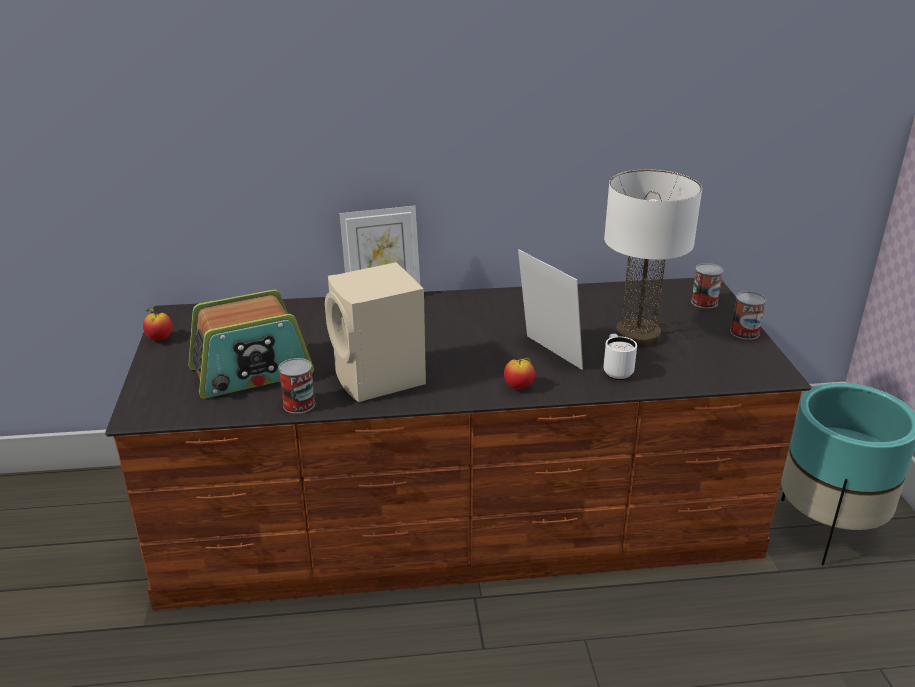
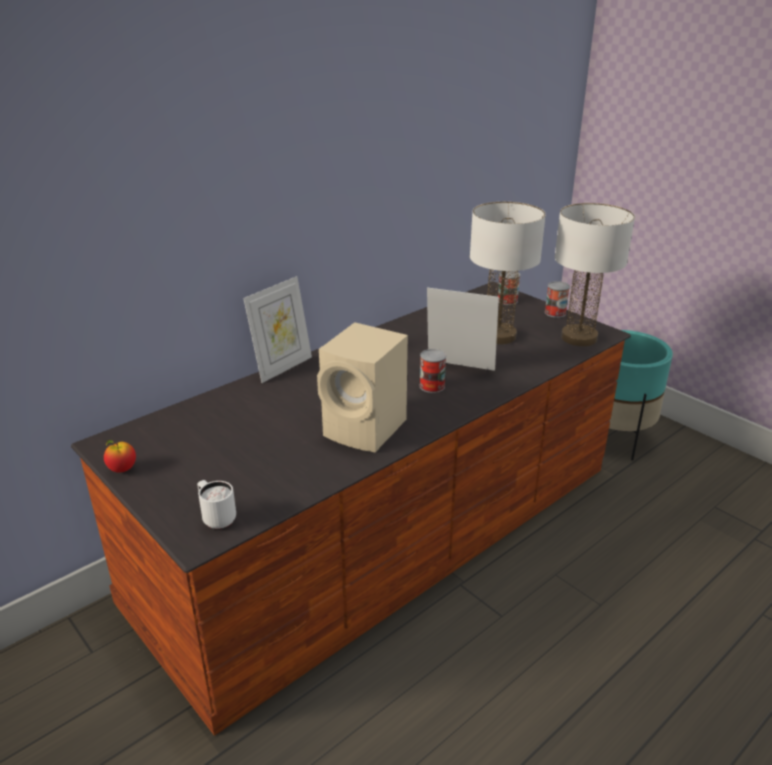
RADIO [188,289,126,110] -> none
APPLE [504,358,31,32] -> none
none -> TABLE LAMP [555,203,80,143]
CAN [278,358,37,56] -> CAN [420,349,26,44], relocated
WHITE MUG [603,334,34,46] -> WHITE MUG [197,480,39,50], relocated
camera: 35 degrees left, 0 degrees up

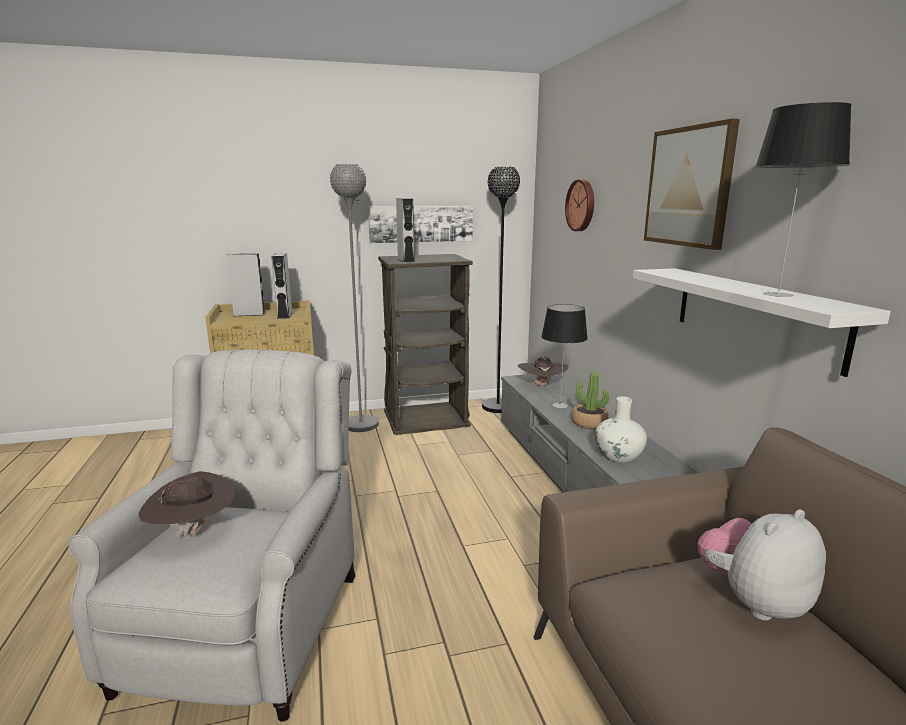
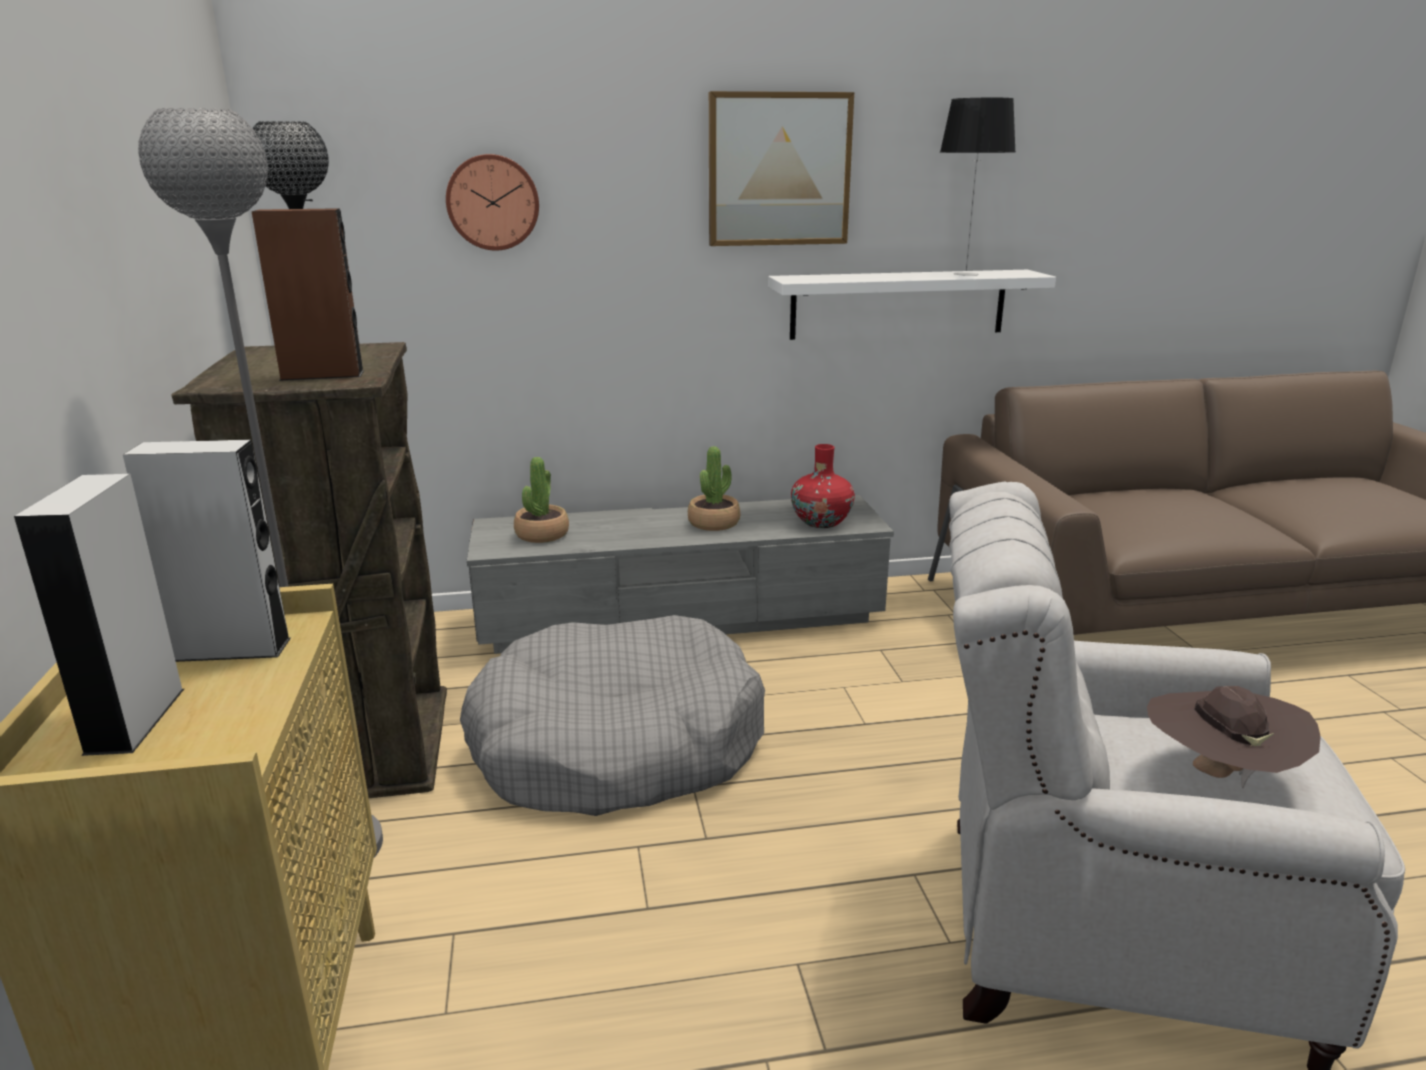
PICTURE [368,206,105,37] -> none
TABLE LAMP [541,304,46,104] -> none
PLUSH TOY [697,509,129,112] -> none
none -> GREY DOG BED [460,615,305,201]
BROWN HAT [517,356,52,30] -> POTTED PLANT [514,457,55,86]
GREY SPEAKER [396,198,19,64] -> BROWN SPEAKER [252,208,112,173]
WHITE VASE [595,396,52,67] -> RED VASE [791,444,64,84]
camera: 85 degrees left, 5 degrees up

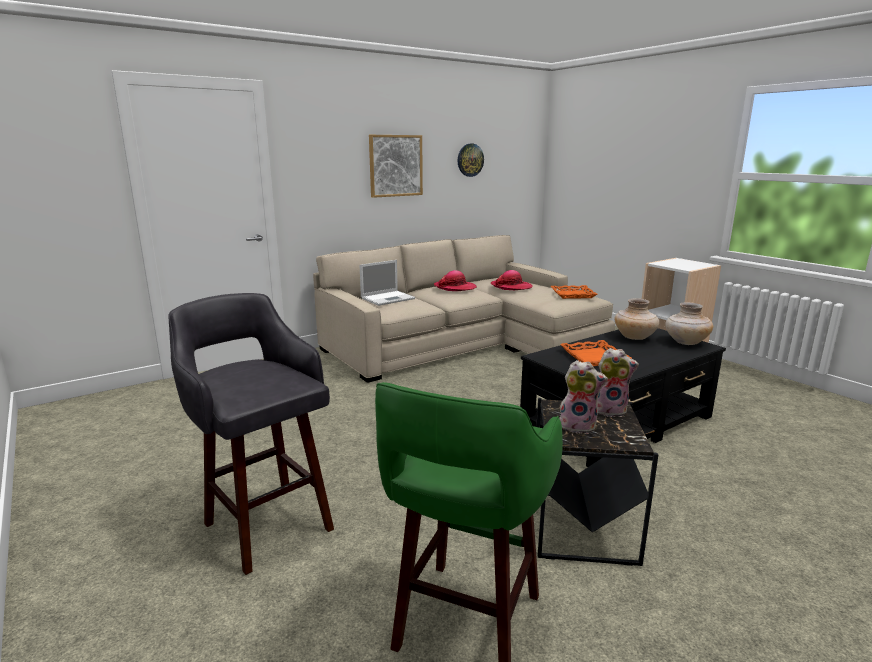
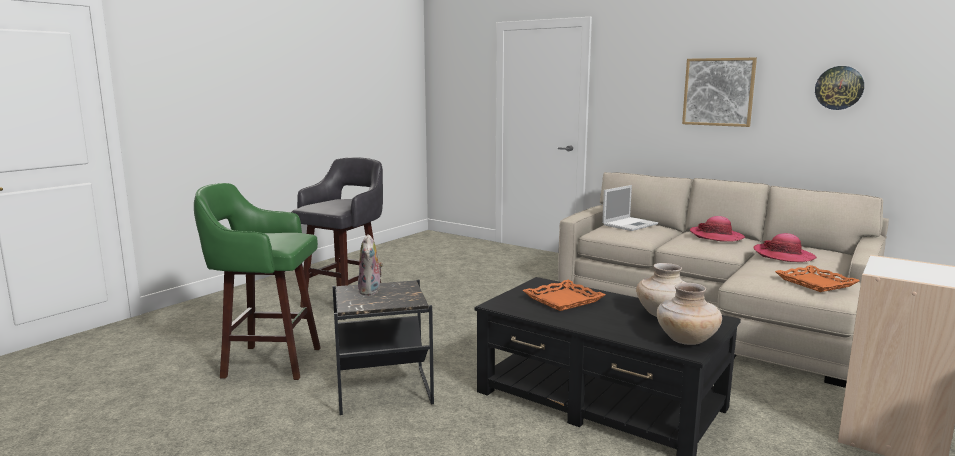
PLUSH TOY [597,348,42,69] -> none
LAPTOP [360,260,55,46] -> LAPTOP [602,185,56,46], 75 degrees counterclockwise
camera: 70 degrees right, 5 degrees down

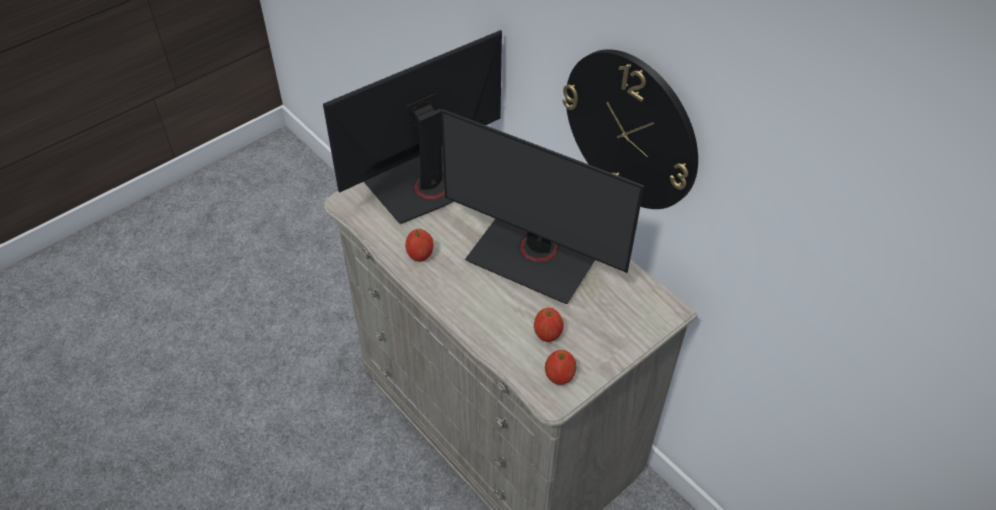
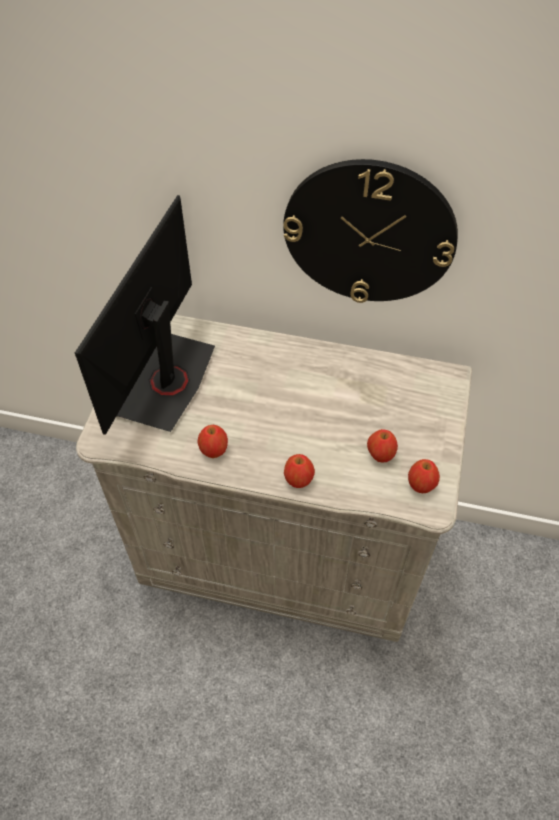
MONITOR [441,109,203,195] -> none
none -> APPLE [284,454,31,34]
camera: 35 degrees left, 5 degrees up

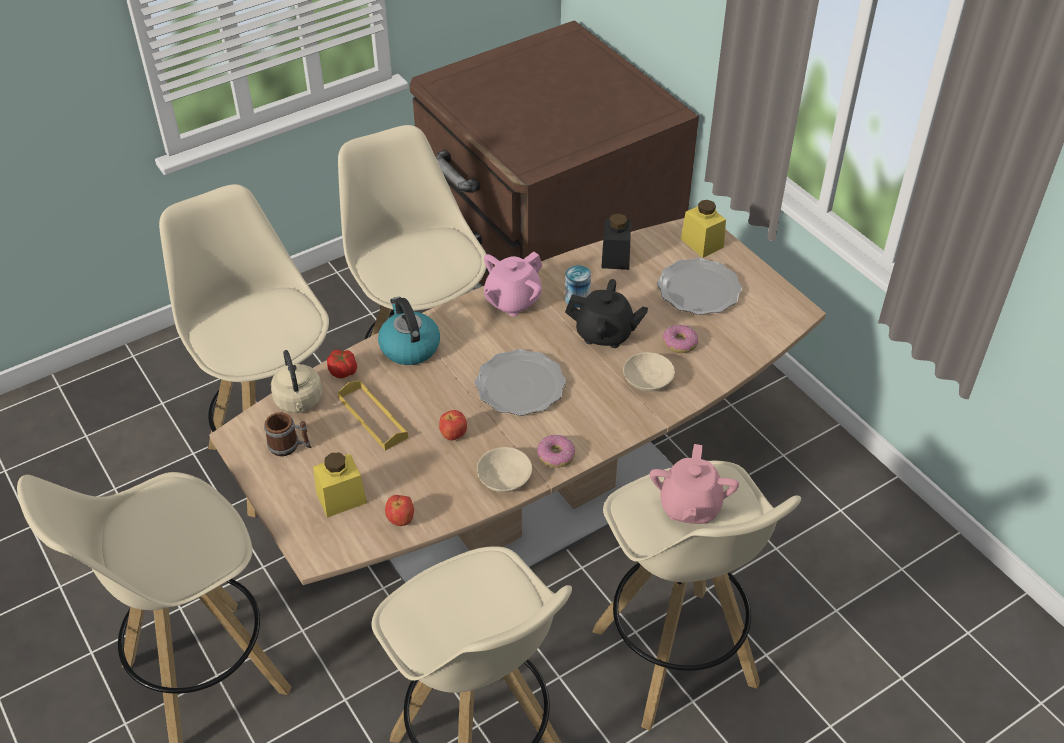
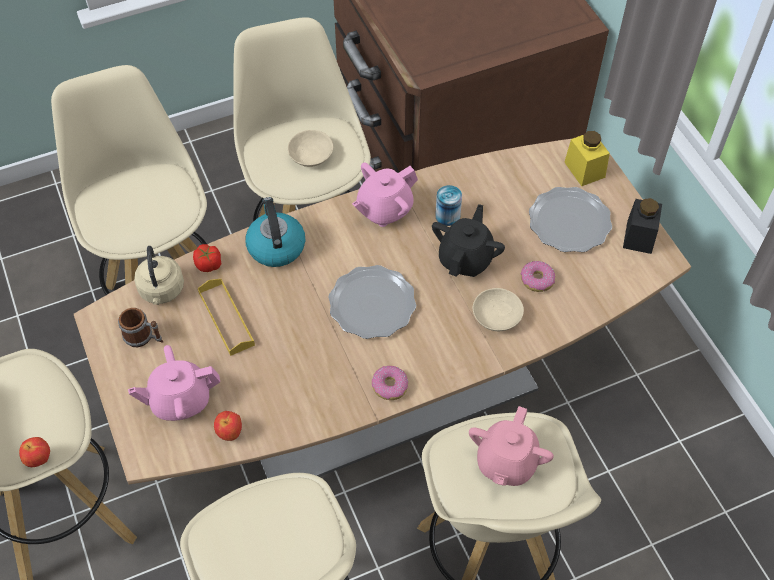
APPLE [439,410,28,31] -> APPLE [19,437,31,30], relocated
BEIGE BOWL [477,447,55,46] -> BEIGE BOWL [288,130,45,37], relocated
BLACK JAR [601,213,30,57] -> BLACK JAR [623,198,39,56], relocated
YELLOW JAR [313,453,54,65] -> PINK TEAPOT [128,345,92,76]
BLACK TEAPOT [565,279,83,69] -> BLACK TEAPOT [432,204,73,73], 90 degrees counterclockwise
camera: 10 degrees right, 10 degrees up

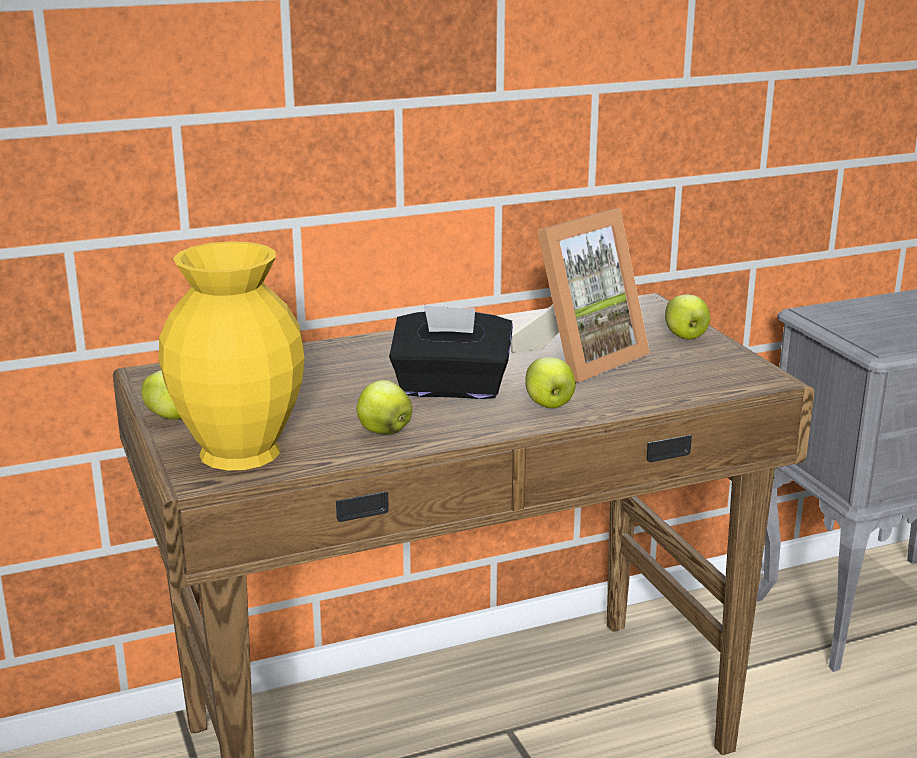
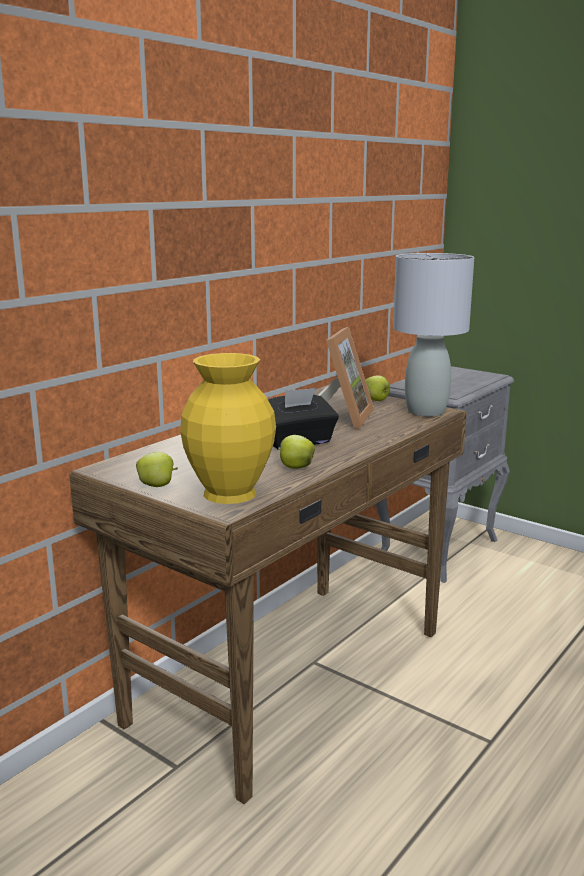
APPLE [525,357,51,51] -> none
none -> GREY TABLE LAMP [393,253,81,164]
camera: 30 degrees left, 5 degrees down

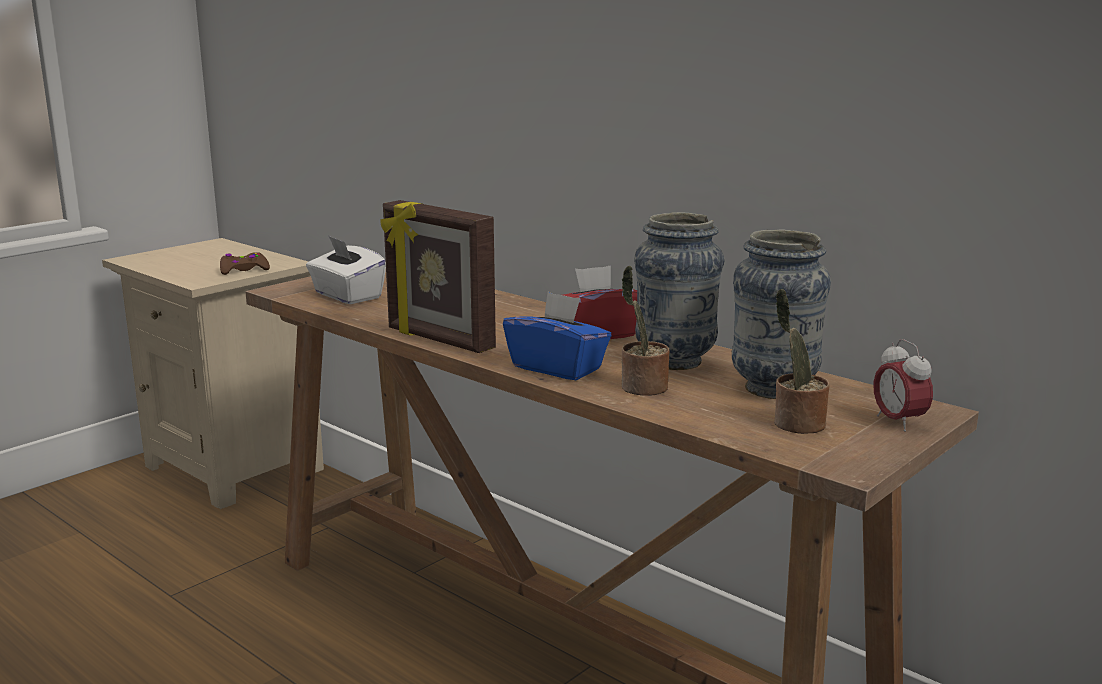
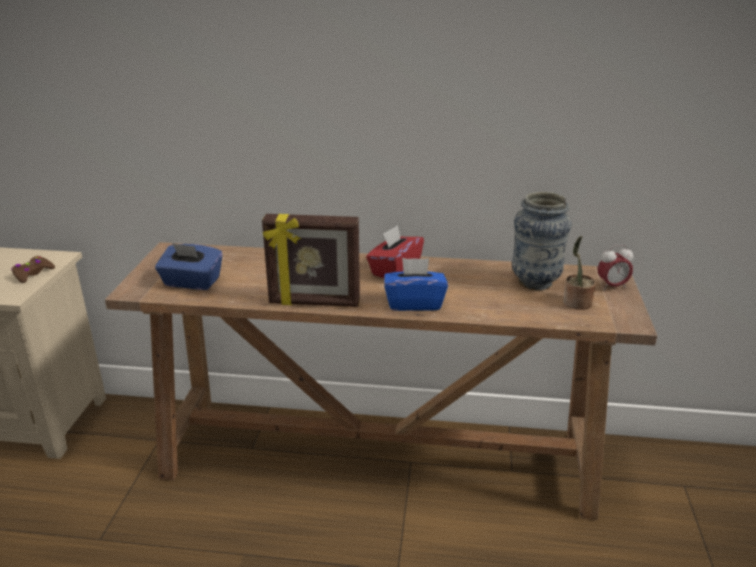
POTTED PLANT [622,266,48,130] -> none
VASE [634,212,91,158] -> none
WHITE TISSUE BOX [306,236,80,68] -> BLUE TISSUE BOX [155,243,68,47]
ALARM CLOCK [873,339,60,93] -> ALARM CLOCK [598,245,35,45], 45 degrees counterclockwise
camera: 35 degrees left, 10 degrees up

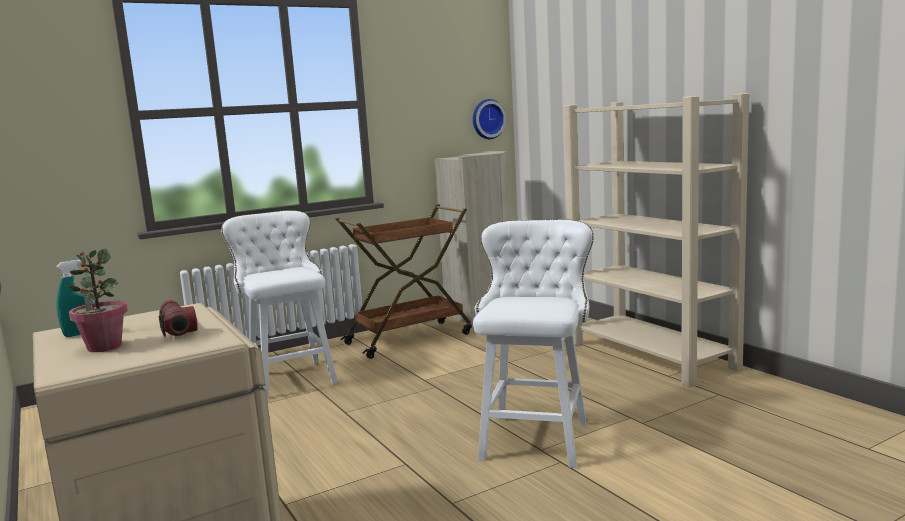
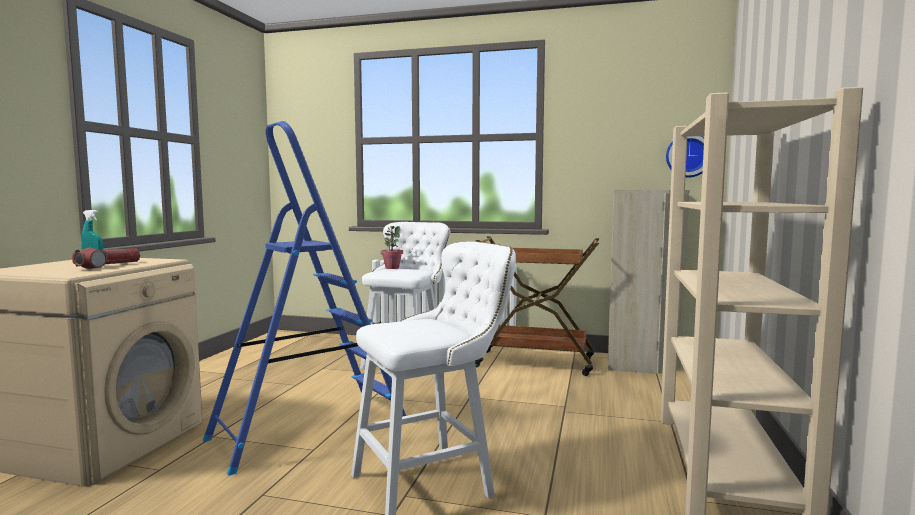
none -> BLUE STEP LADDER [203,121,203,355]
POTTED PLANT [67,249,60,103] -> POTTED PLANT [381,226,22,43], relocated
camera: 45 degrees right, 5 degrees down

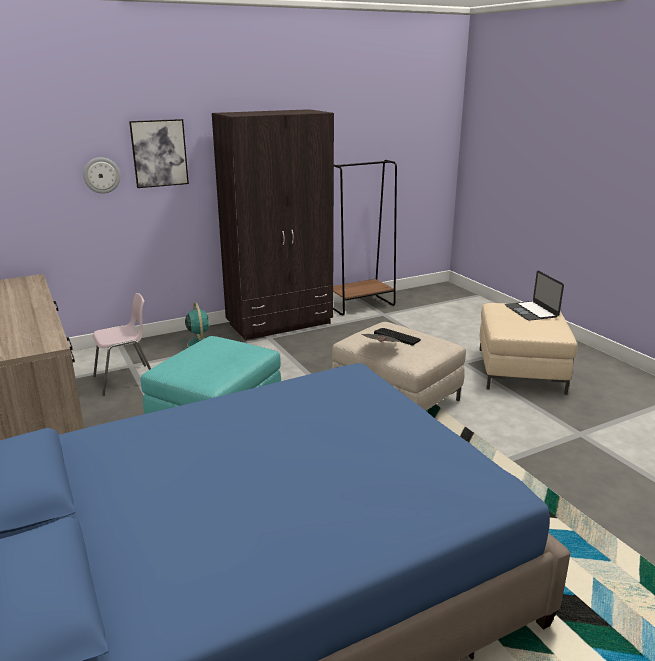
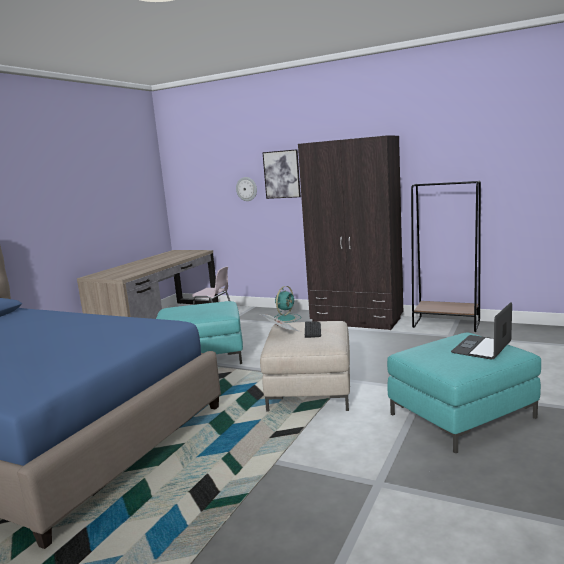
BEIGE OTTOMAN [480,303,97,92] -> TURQUOISE OTTOMAN [387,333,154,121]
camera: 55 degrees right, 10 degrees down

